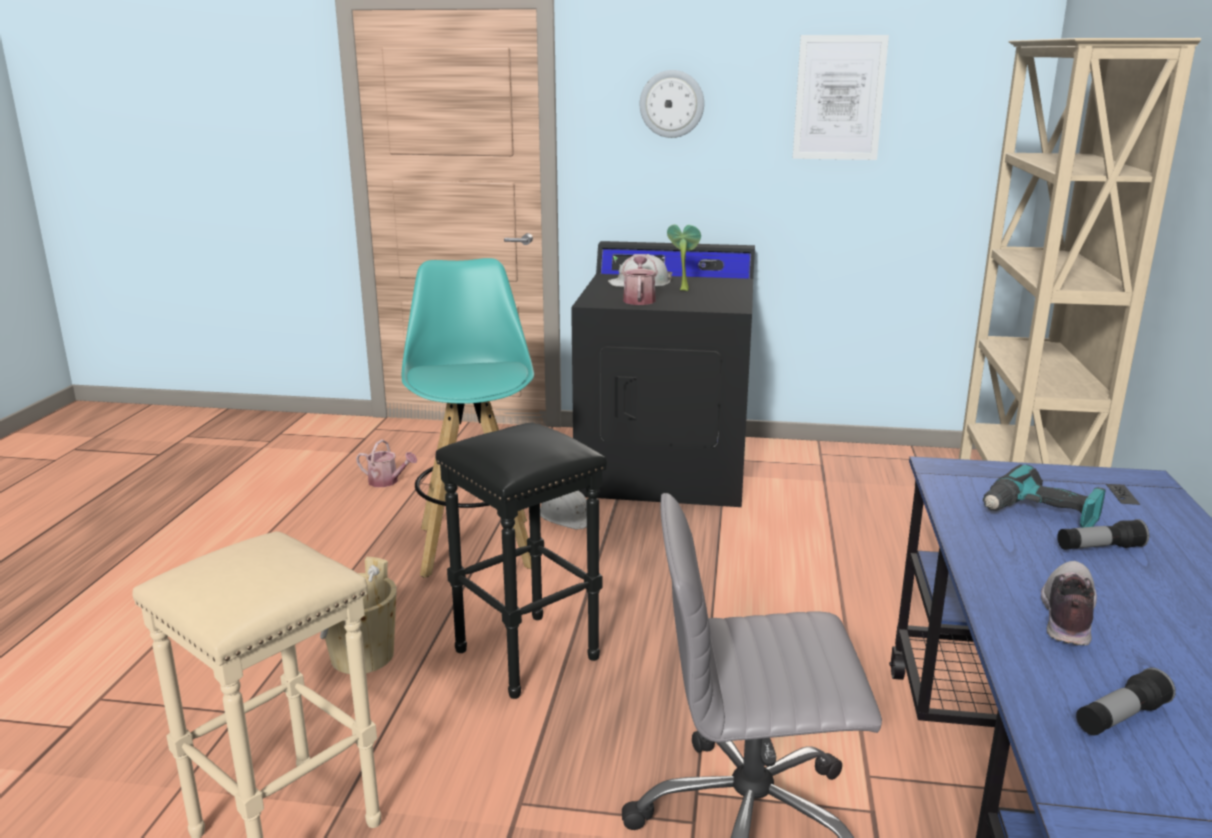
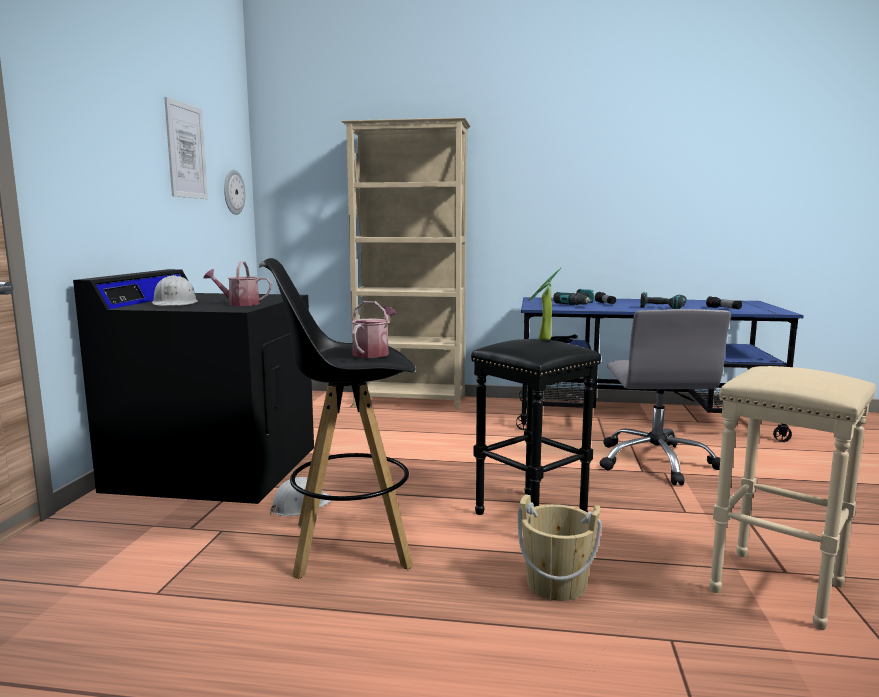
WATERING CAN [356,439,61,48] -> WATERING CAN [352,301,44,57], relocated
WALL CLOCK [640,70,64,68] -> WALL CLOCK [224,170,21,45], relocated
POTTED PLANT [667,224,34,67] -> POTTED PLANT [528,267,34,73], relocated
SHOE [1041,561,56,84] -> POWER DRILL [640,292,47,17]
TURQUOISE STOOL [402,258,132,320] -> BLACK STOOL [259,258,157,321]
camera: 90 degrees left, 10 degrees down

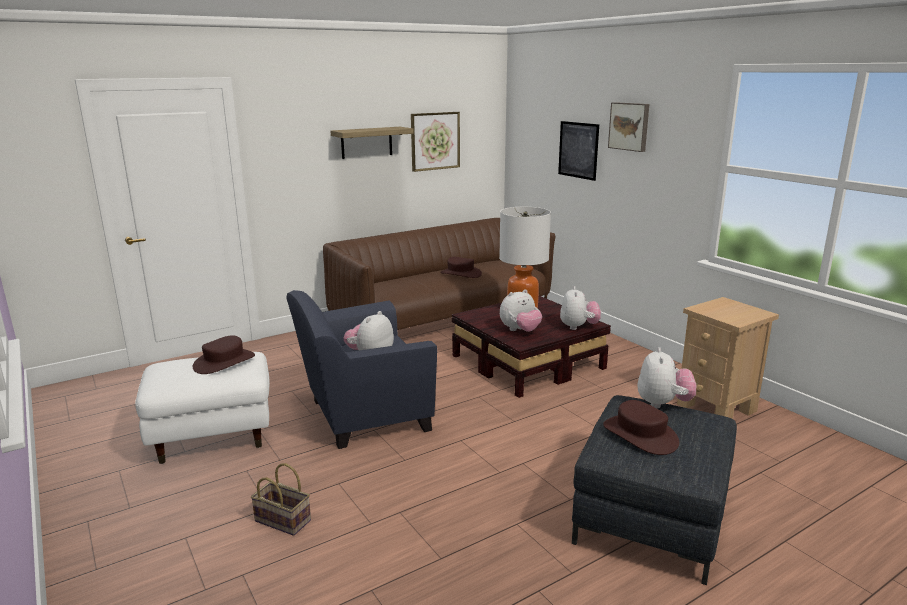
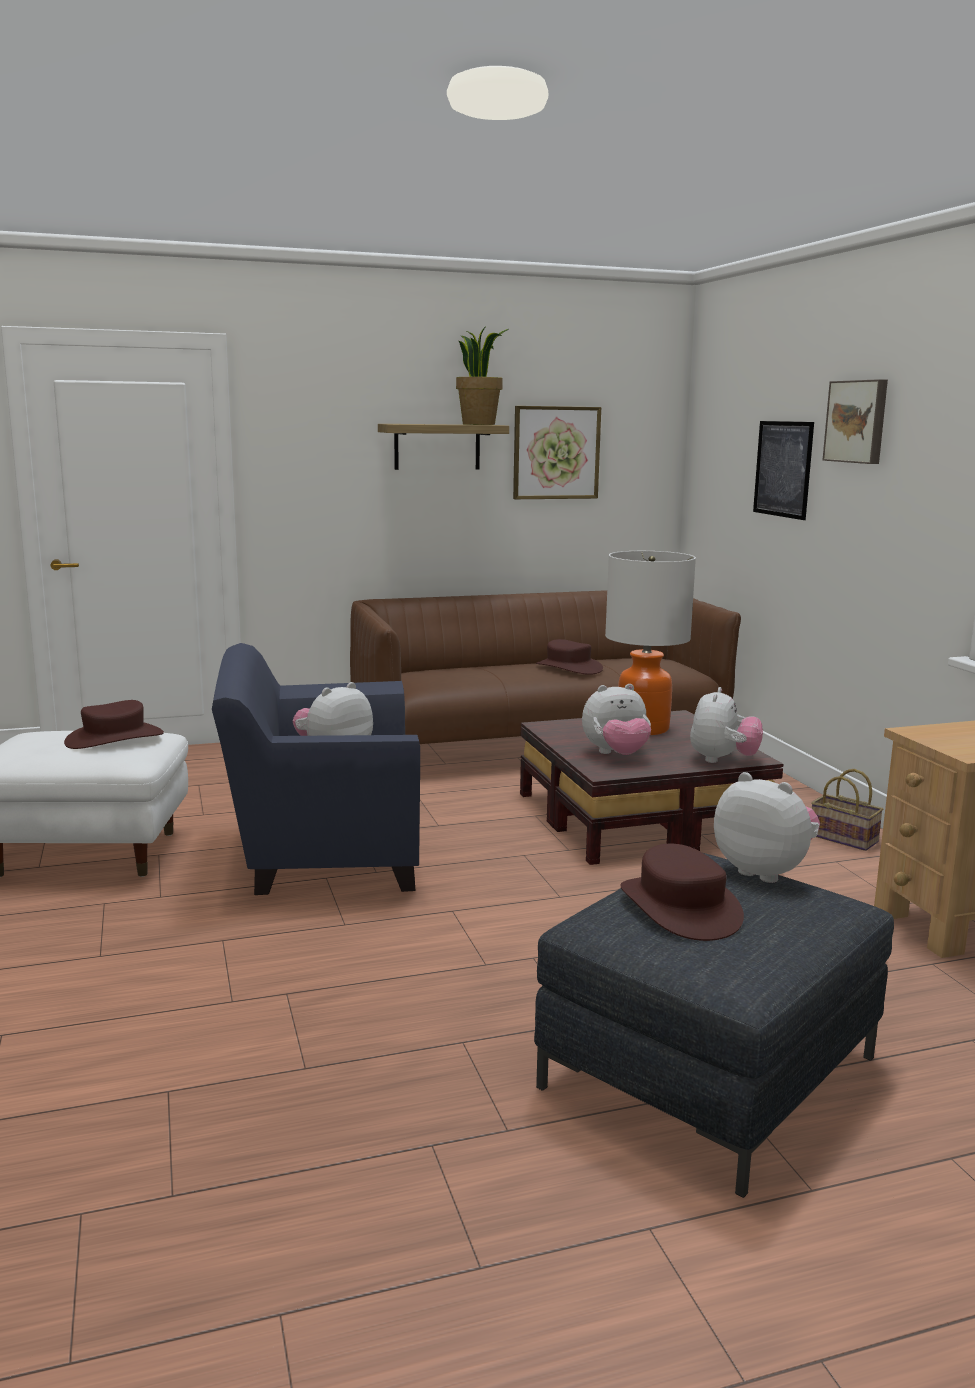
none -> POTTED PLANT [456,326,52,99]
BASKET [251,463,60,73] -> BASKET [811,769,72,82], relocated
PLUSH TOY [638,347,59,61] -> PLUSH TOY [714,772,106,111], 75 degrees counterclockwise
camera: 15 degrees right, 5 degrees down

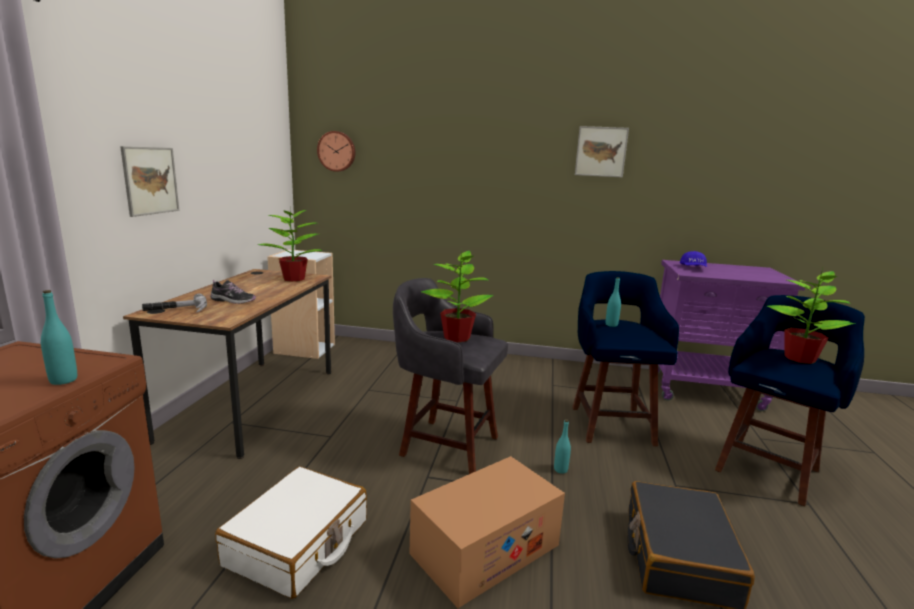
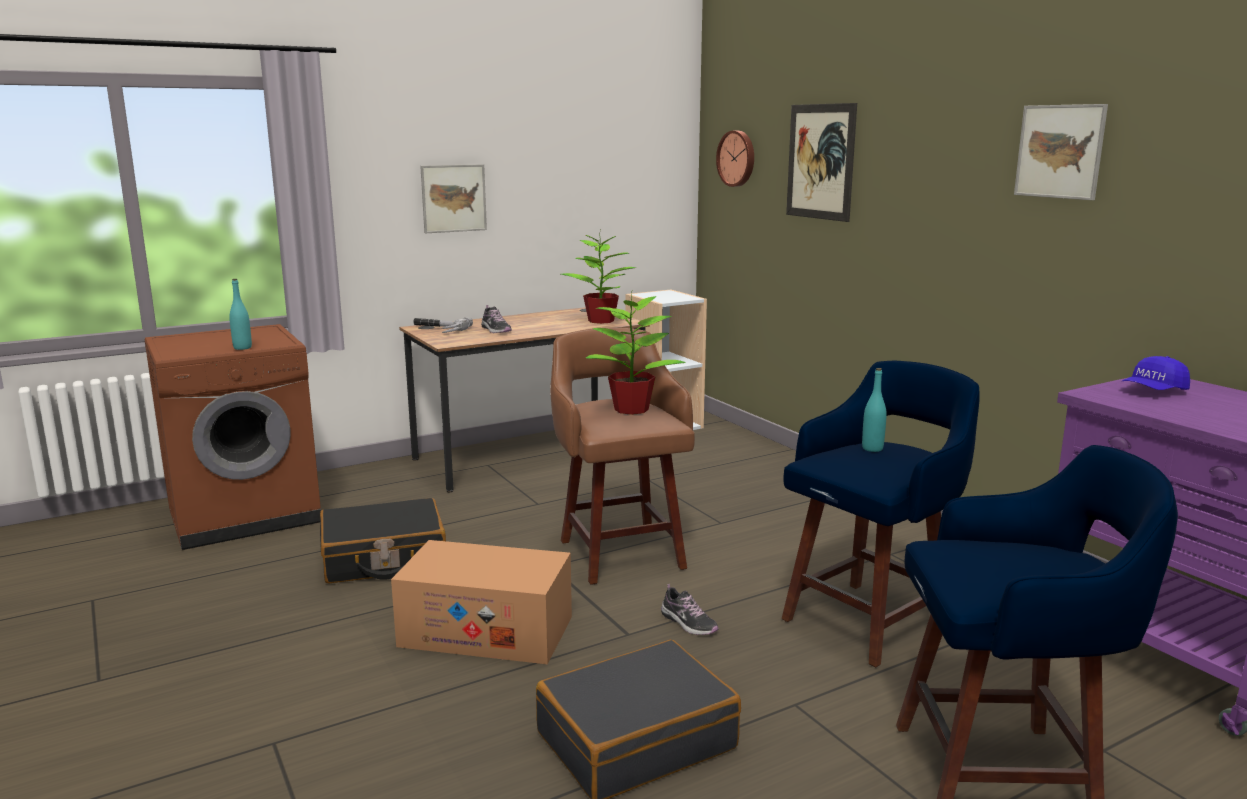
POTTED PLANT [767,268,89,96] -> none
none -> PICTURE [786,103,71,119]
TURQUOISE BOTTLE [554,419,17,55] -> SHOE [661,584,58,51]
WHITE SUITCASE [215,466,152,133] -> BLACK SUITCASE [320,498,126,85]
GREY STOOL [393,278,115,196] -> BROWN STOOL [550,328,145,256]
camera: 50 degrees right, 0 degrees up

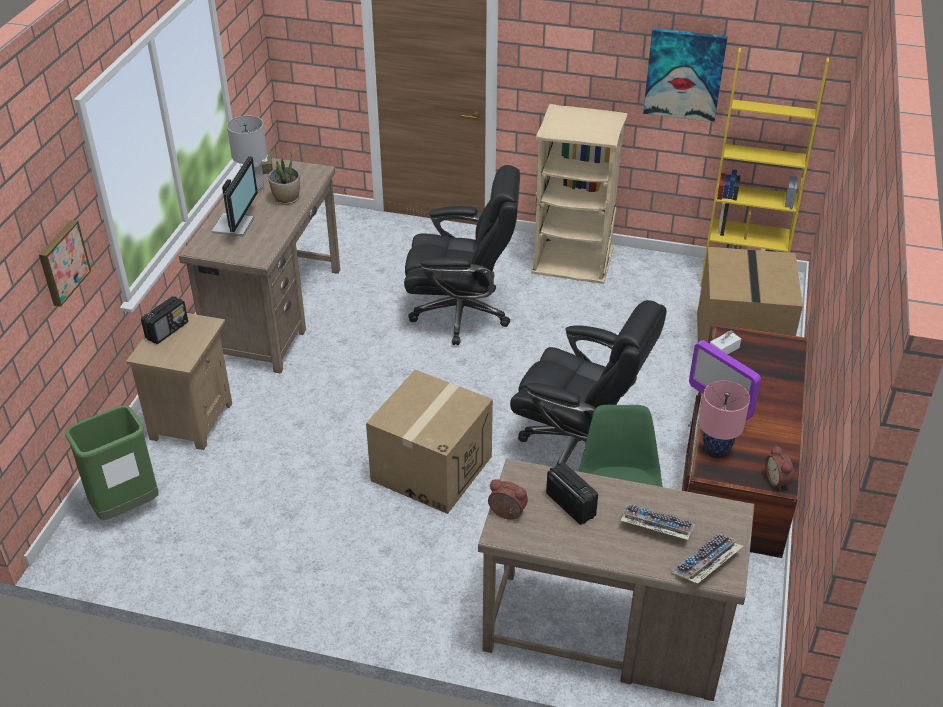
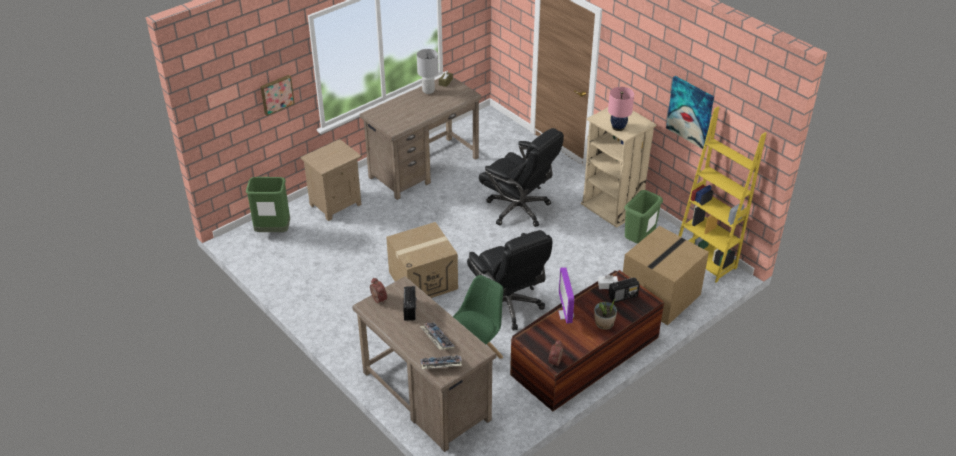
MONITOR [212,156,46,81] -> none
none -> GREEN TRASH CAN [624,190,39,53]
RADIO [141,296,47,48] -> RADIO [608,277,32,26], relocated
POTTED PLANT [268,150,32,55] -> POTTED PLANT [594,299,23,31], relocated
PINK TABLE LAMP [699,381,51,77] -> PINK TABLE LAMP [608,87,26,44], relocated
camera: 35 degrees right, 0 degrees up

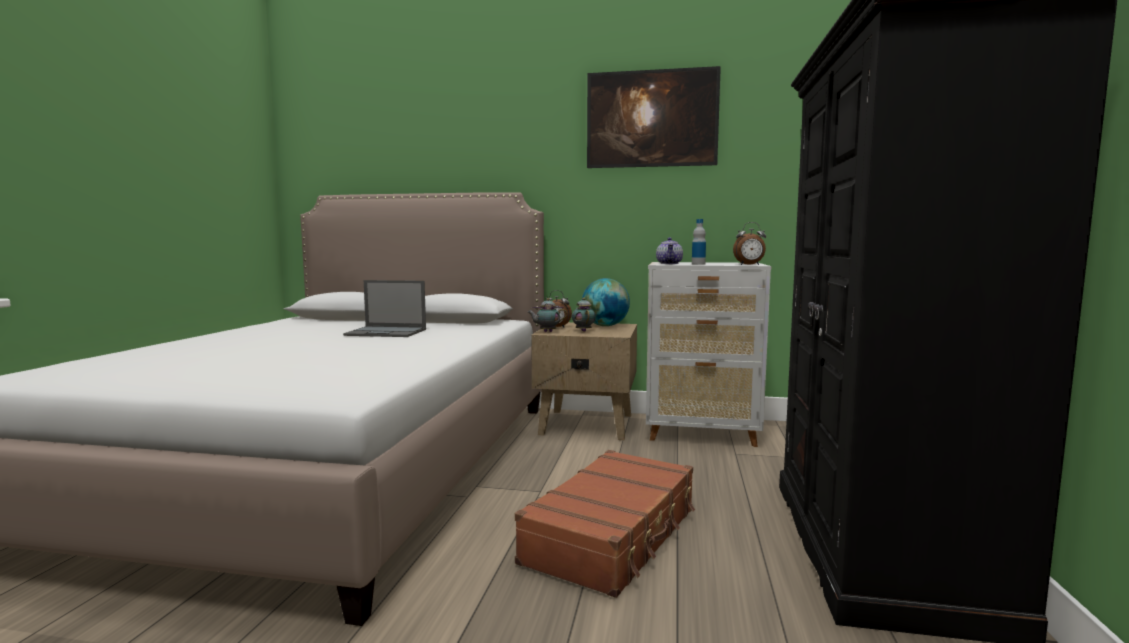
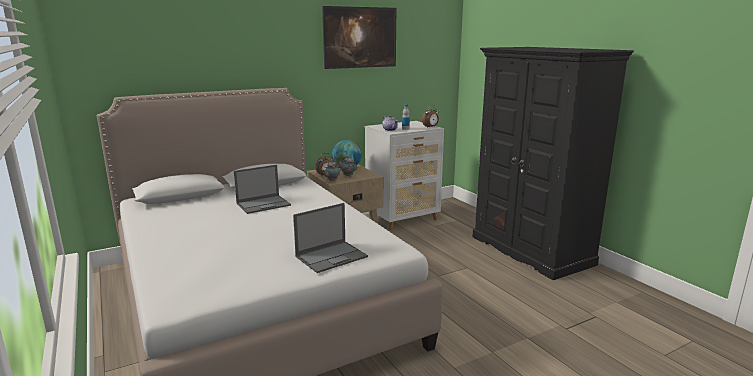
BROWN SUITCASE [515,450,180,148] -> none
none -> LAPTOP [293,203,75,70]
camera: 40 degrees left, 10 degrees up

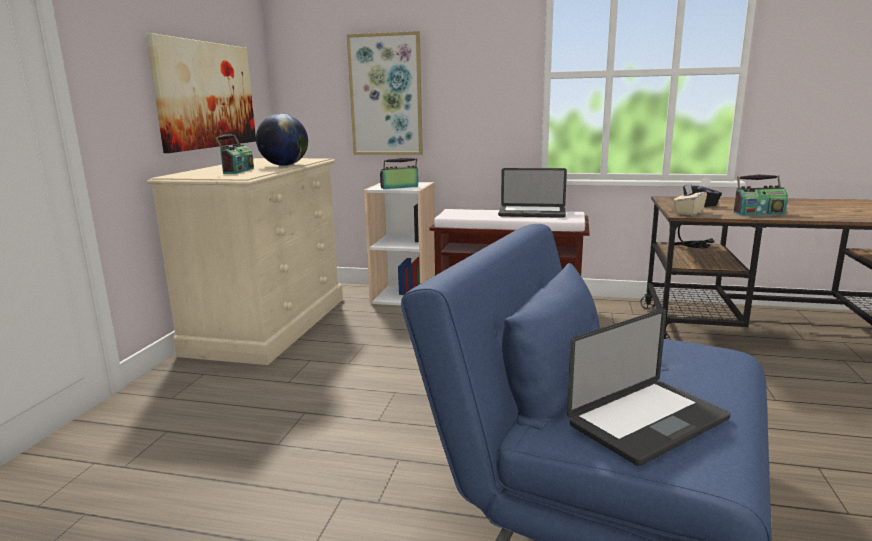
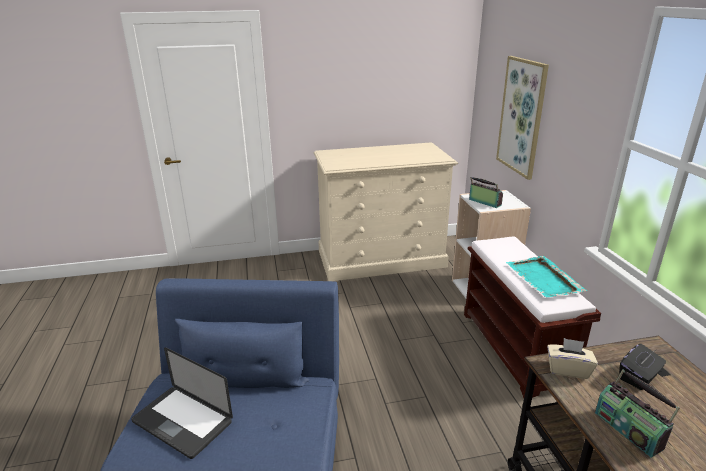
PICTURE [146,33,110,120] -> none
RADIO [215,134,39,40] -> none
GLOBE [256,114,52,52] -> none
LAPTOP [498,168,69,50] -> TURQUOISE TRAY [506,256,81,42]
camera: 65 degrees right, 10 degrees up

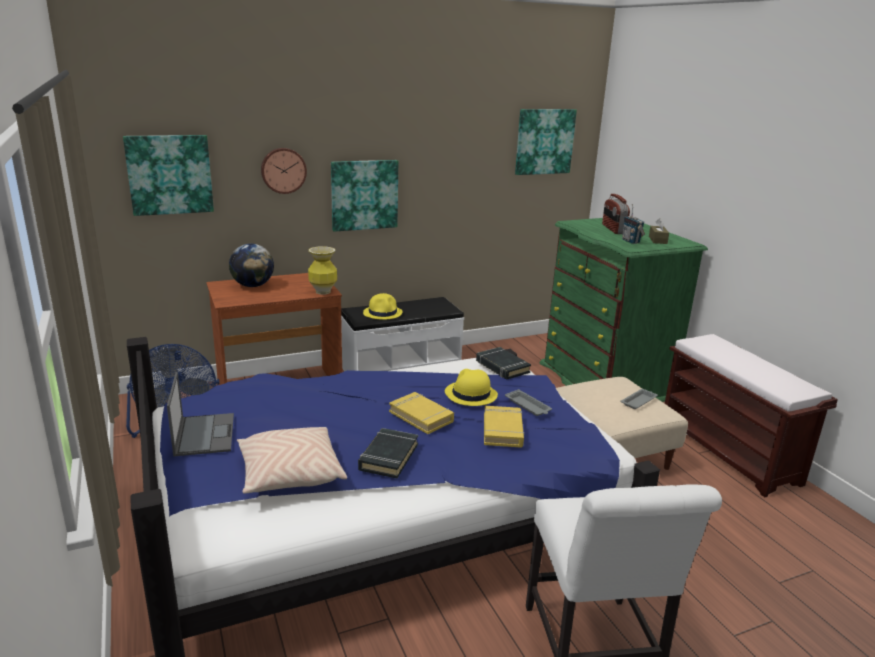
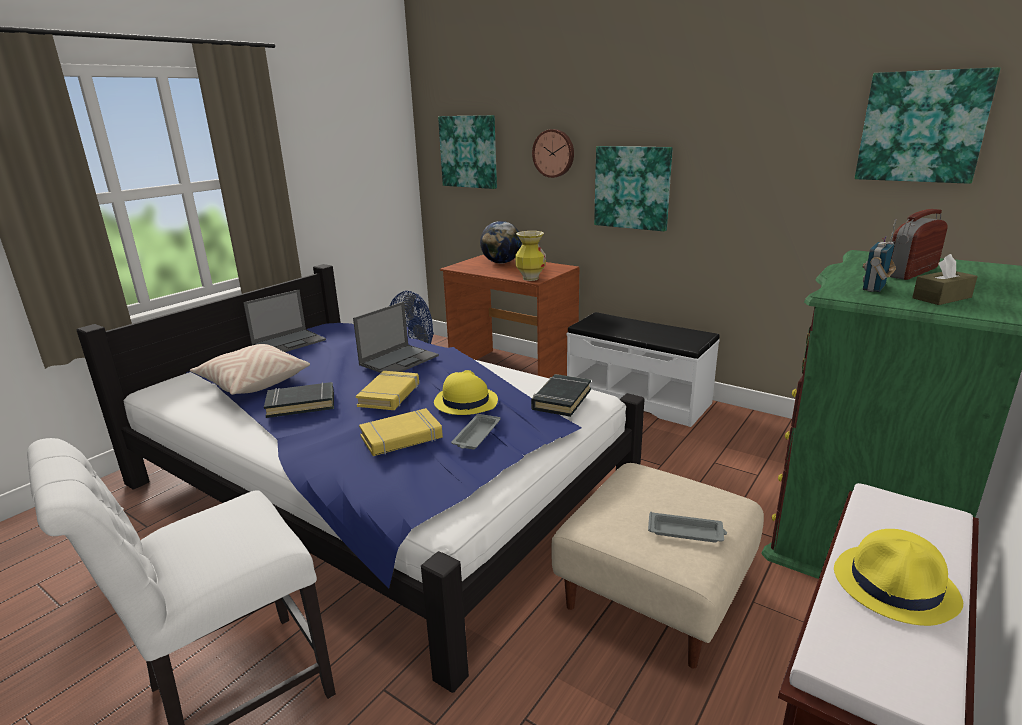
none -> LAPTOP [353,302,86,71]
YELLOW HAT [363,293,40,27] -> YELLOW HAT [834,529,129,97], relocated
camera: 60 degrees right, 0 degrees up

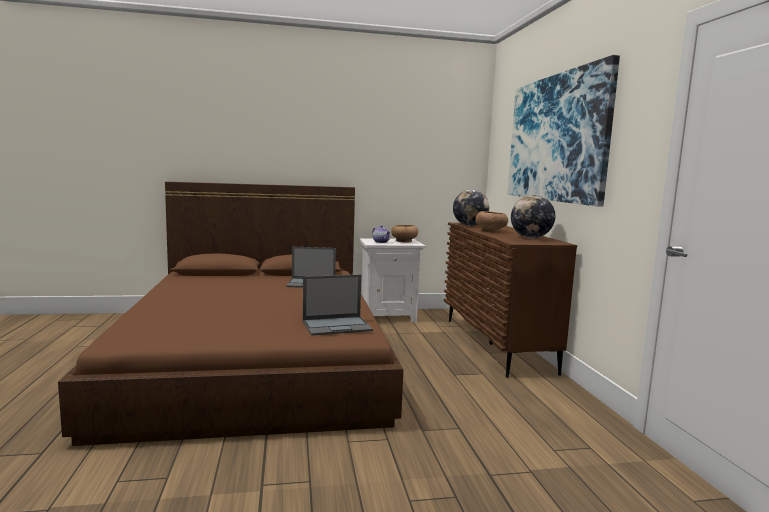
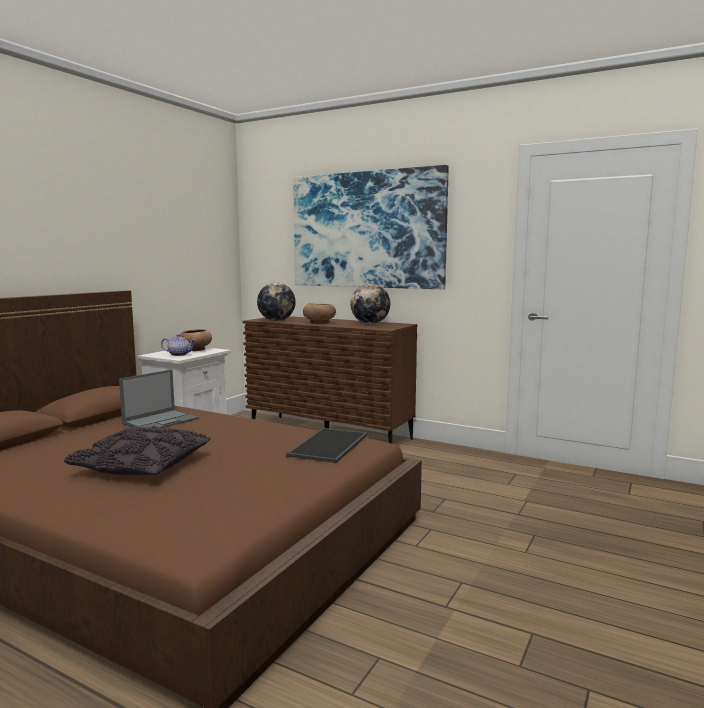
none -> BLACK PILLOW [64,426,147,49]
LAPTOP [303,275,70,61] -> TRAY [286,428,81,35]
camera: 50 degrees left, 0 degrees up

